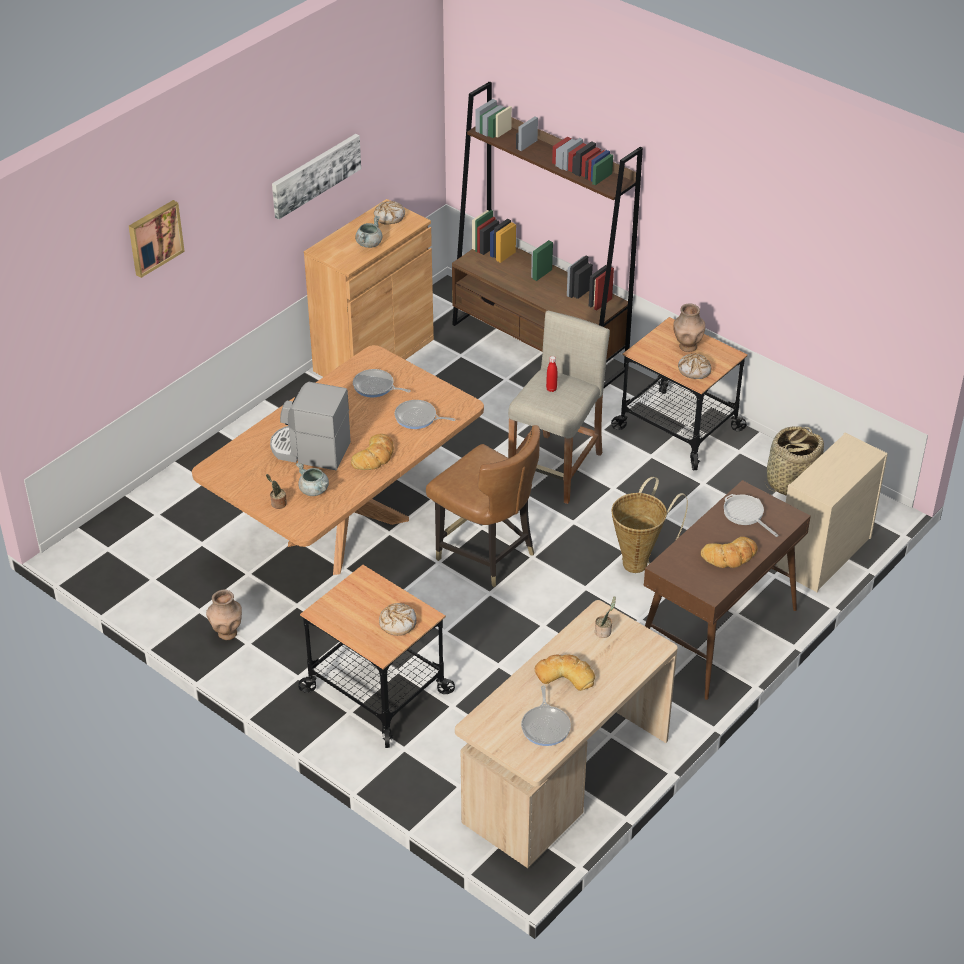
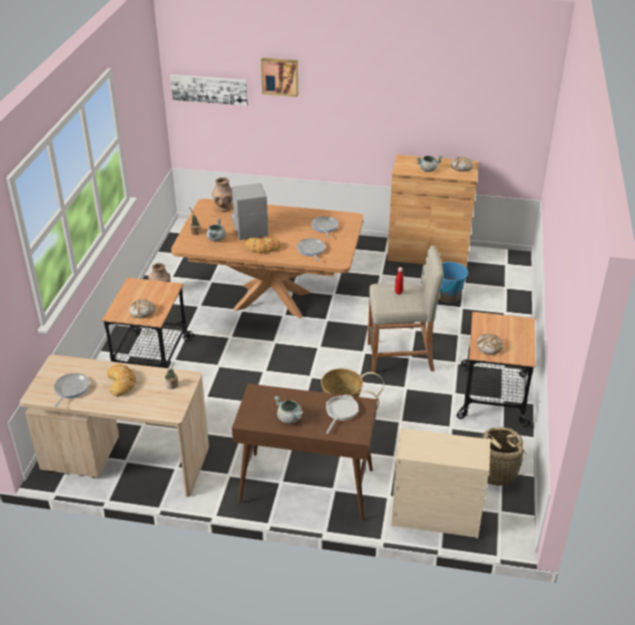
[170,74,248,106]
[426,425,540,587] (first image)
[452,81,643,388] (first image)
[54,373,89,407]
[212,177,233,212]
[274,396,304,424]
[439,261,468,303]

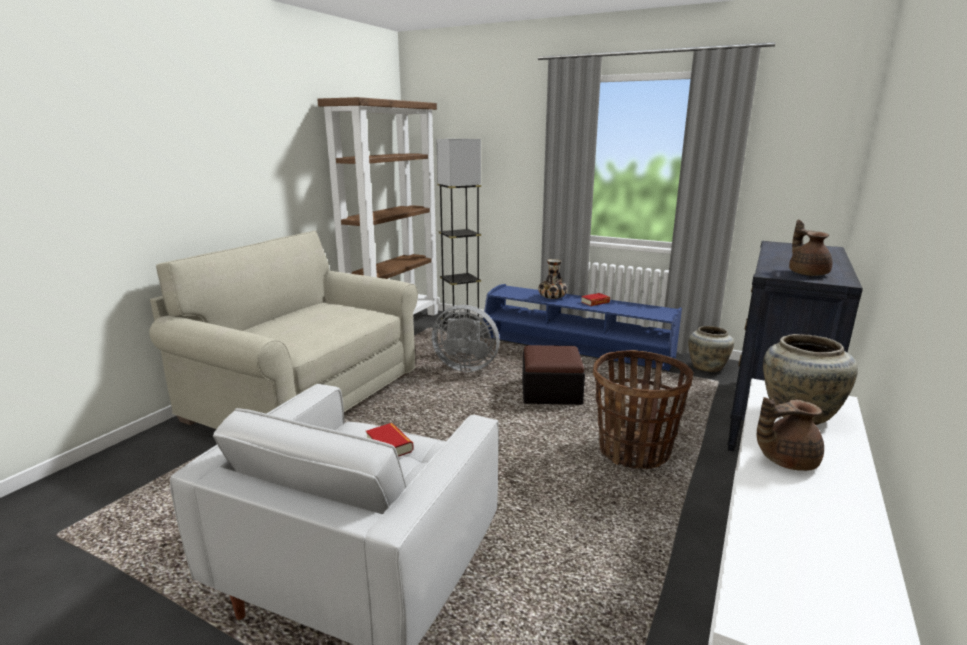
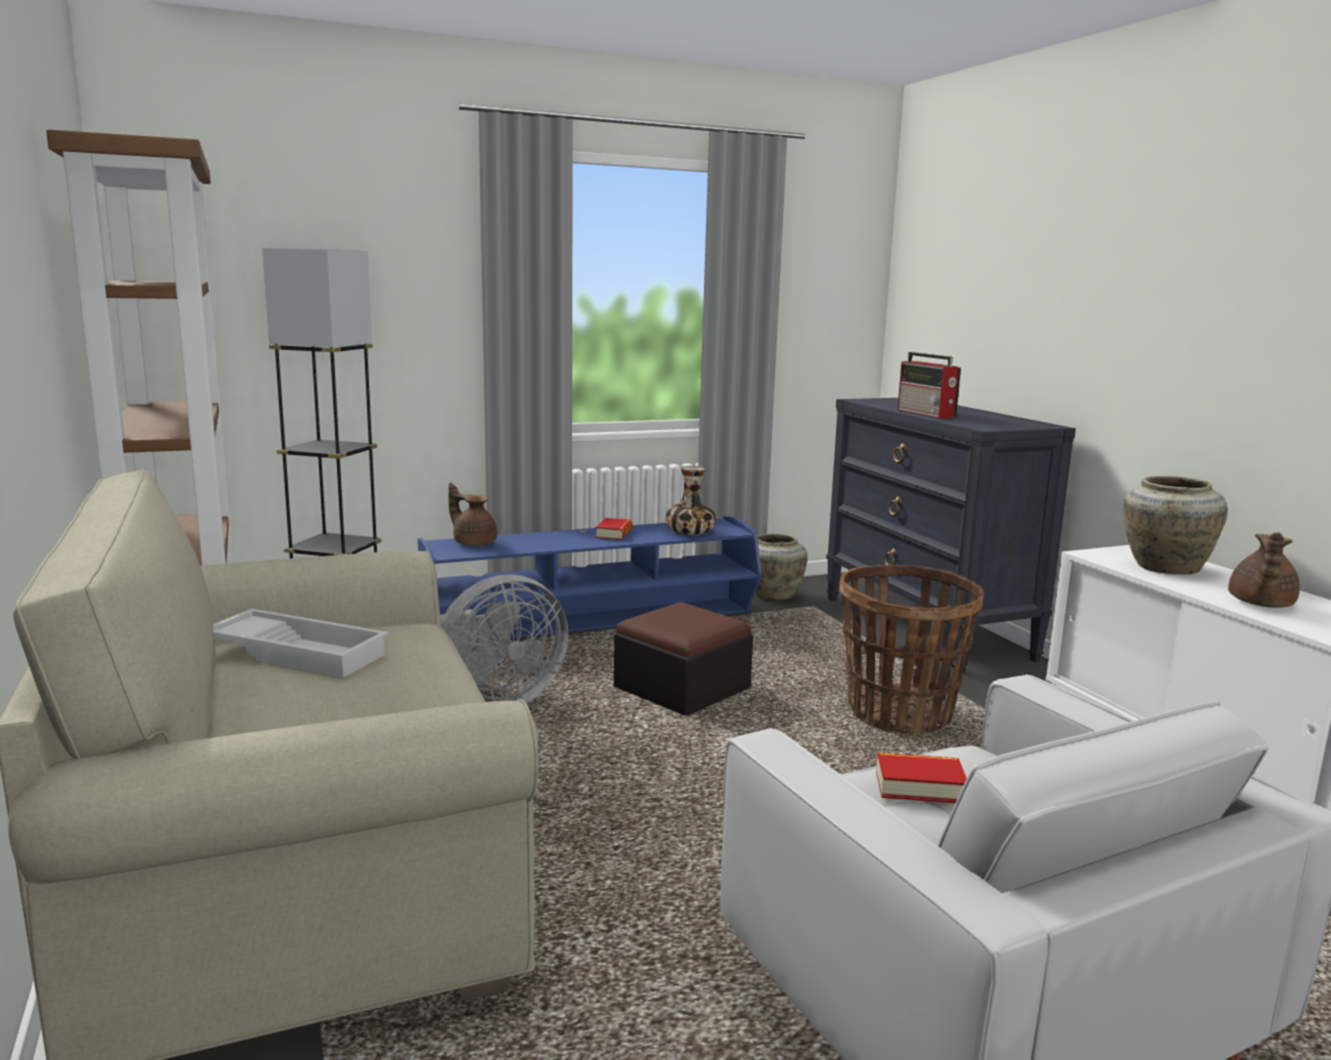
[666,466,716,536]
[449,483,497,546]
[213,609,389,678]
[897,352,961,418]

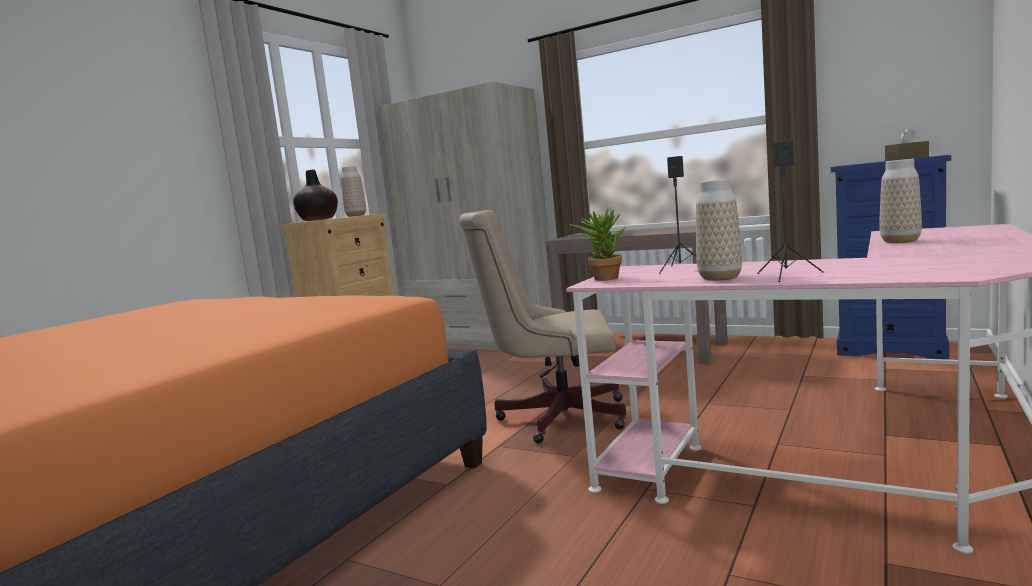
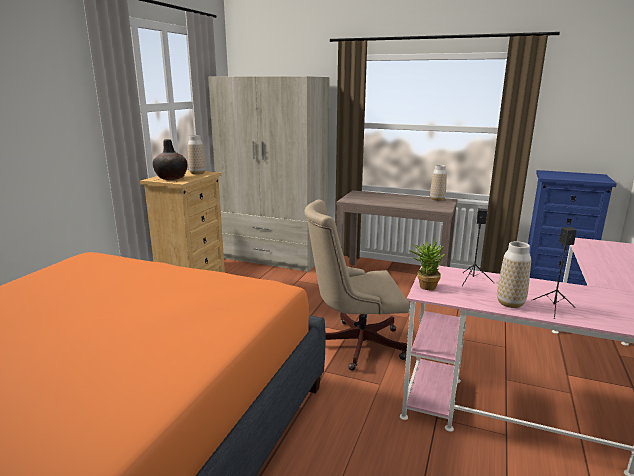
[430,165,447,201]
[885,128,929,161] (first image)

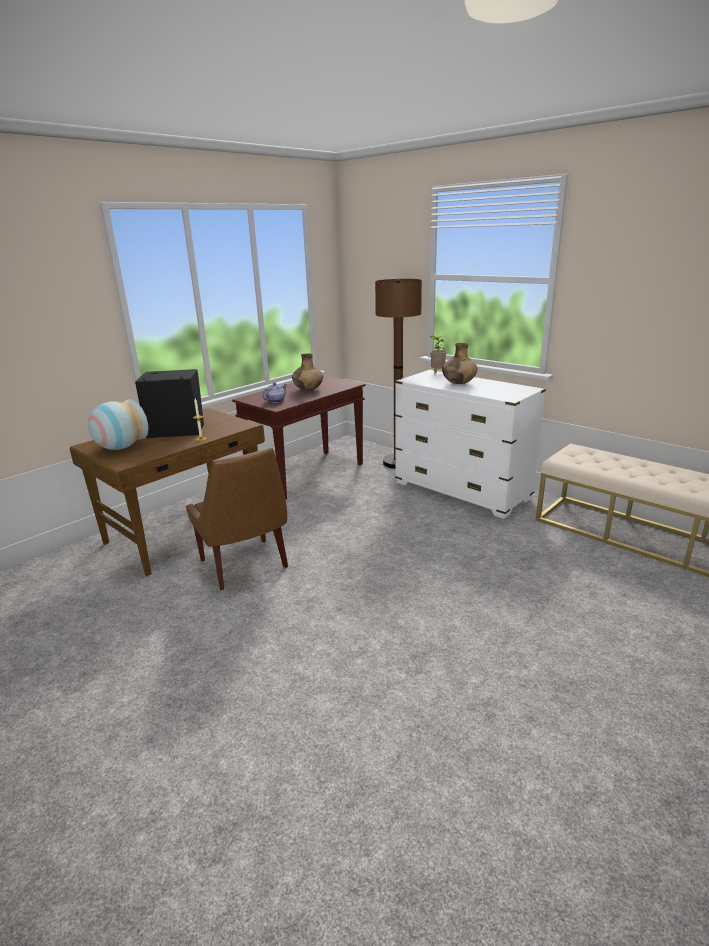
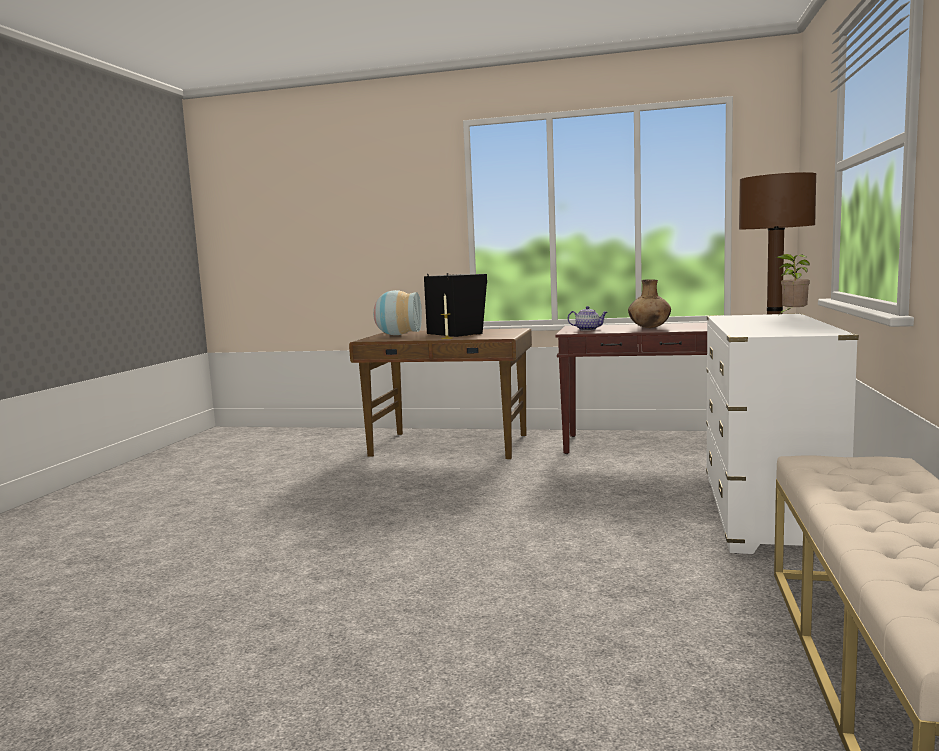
[186,448,288,590] (first image)
[442,343,478,384] (first image)

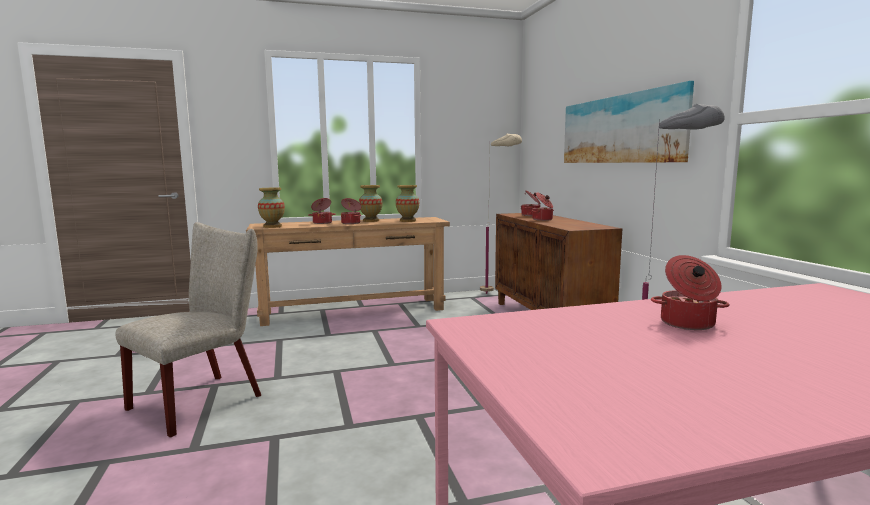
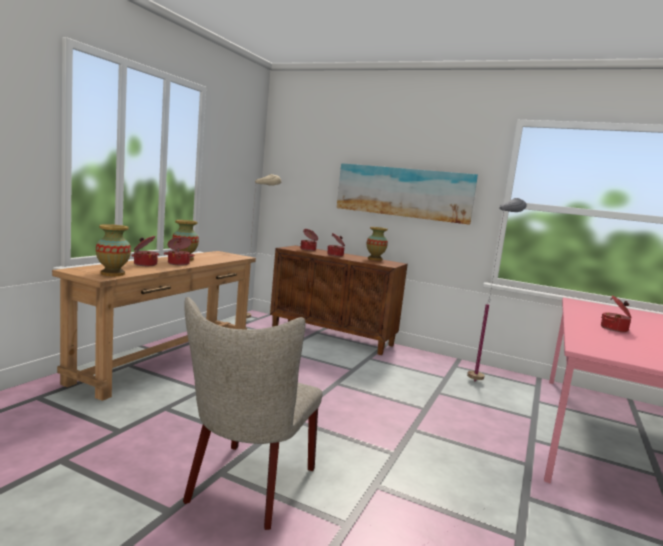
[183,297,322,530]
[366,227,388,261]

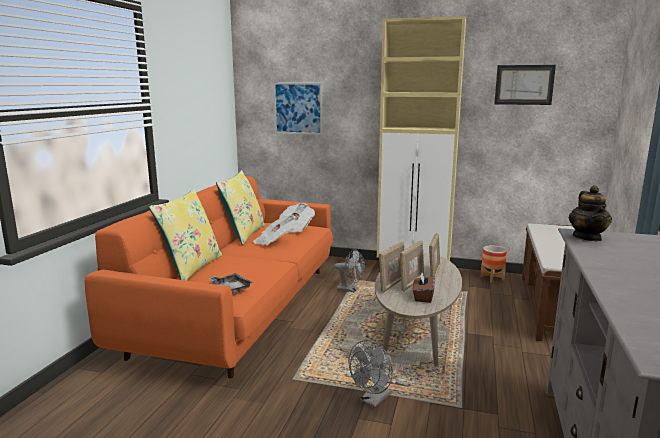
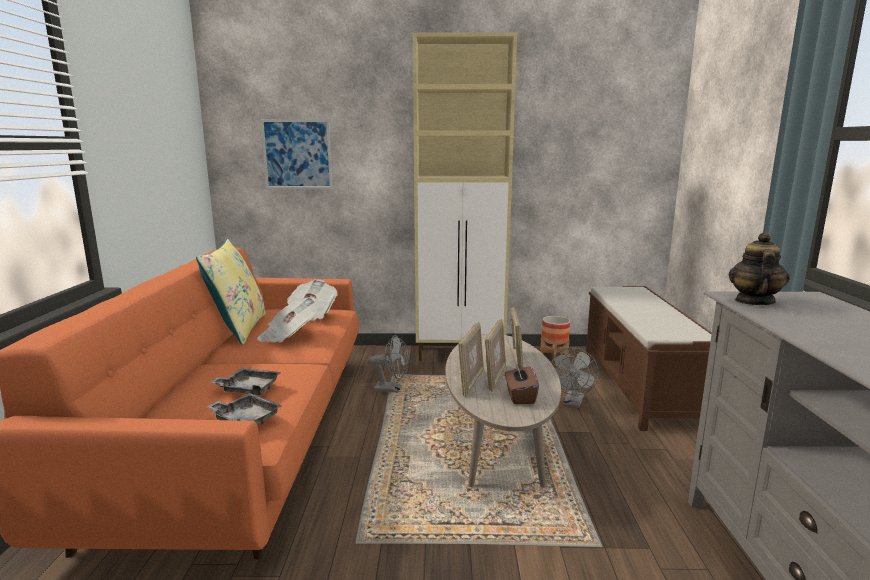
[149,189,222,281] (first image)
[551,348,599,408]
[494,65,556,105] (first image)
[728,232,790,305]
[209,368,281,395]

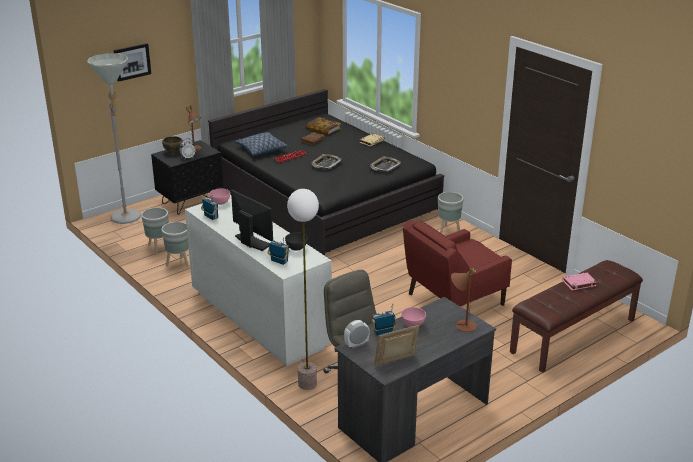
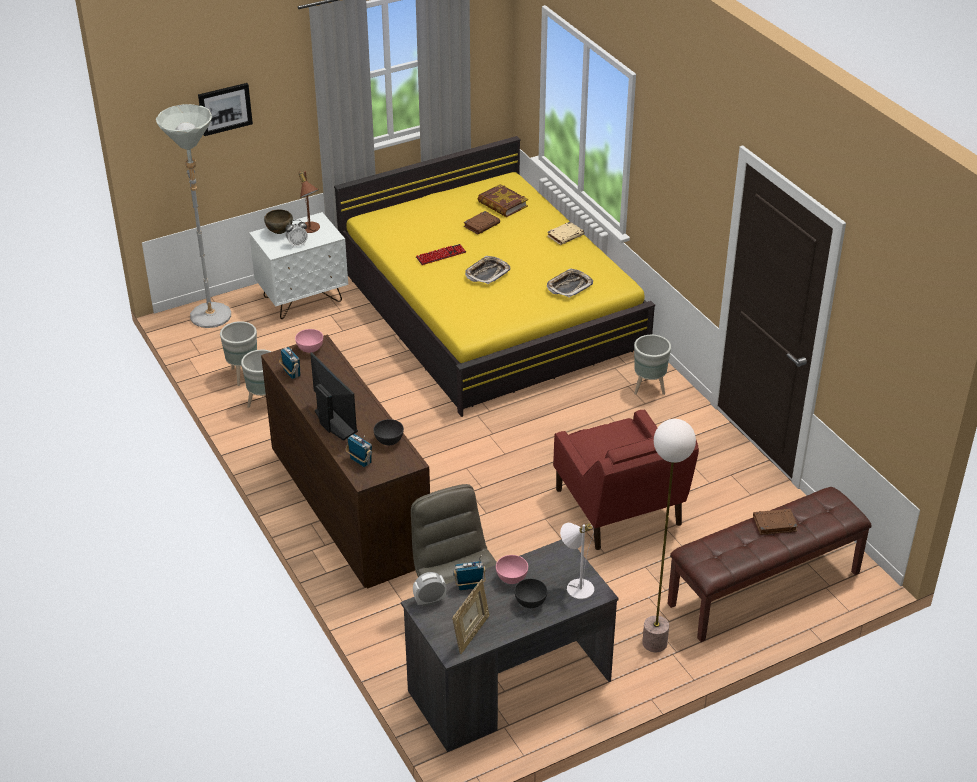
[249,212,348,319]
[261,335,430,589]
[334,136,655,417]
[235,132,287,155] (first image)
[642,419,696,652]
[452,579,489,654]
[553,409,699,550]
[560,523,594,599]
[753,509,798,535]
[514,578,548,608]

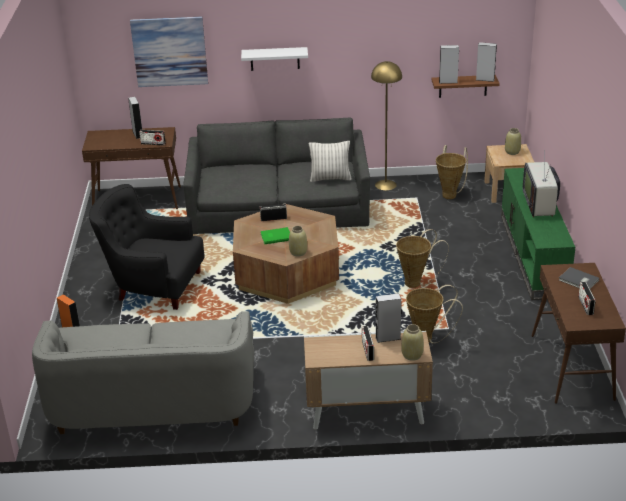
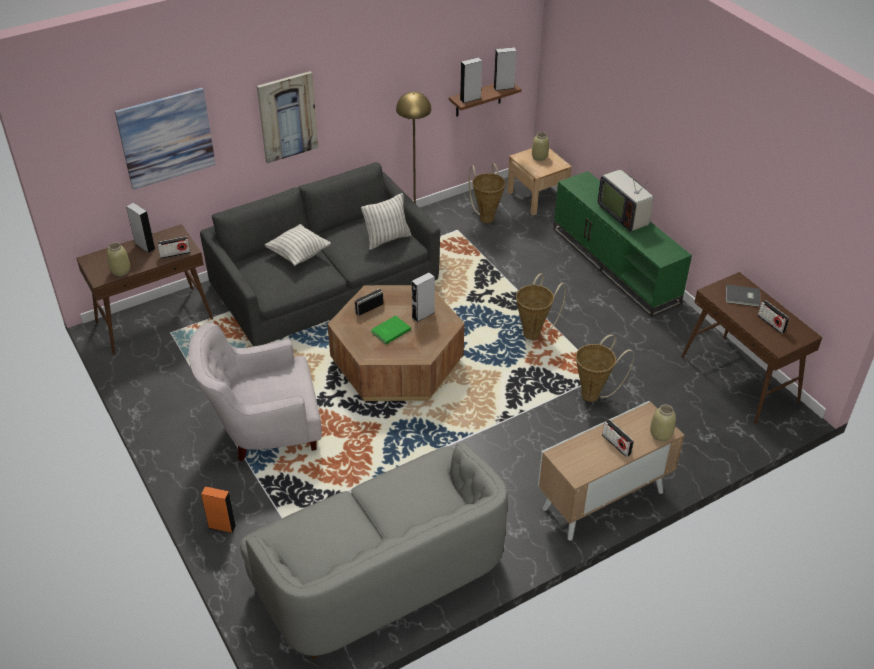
[189,323,322,461]
[257,71,318,163]
[107,242,130,276]
[411,272,435,322]
[264,224,331,266]

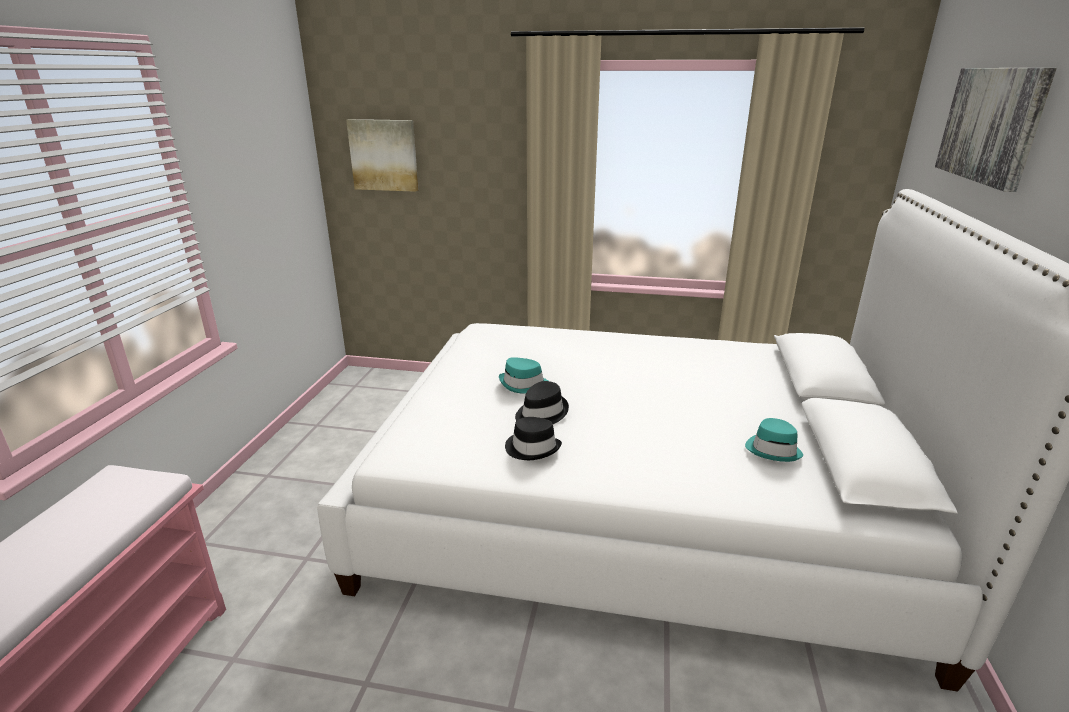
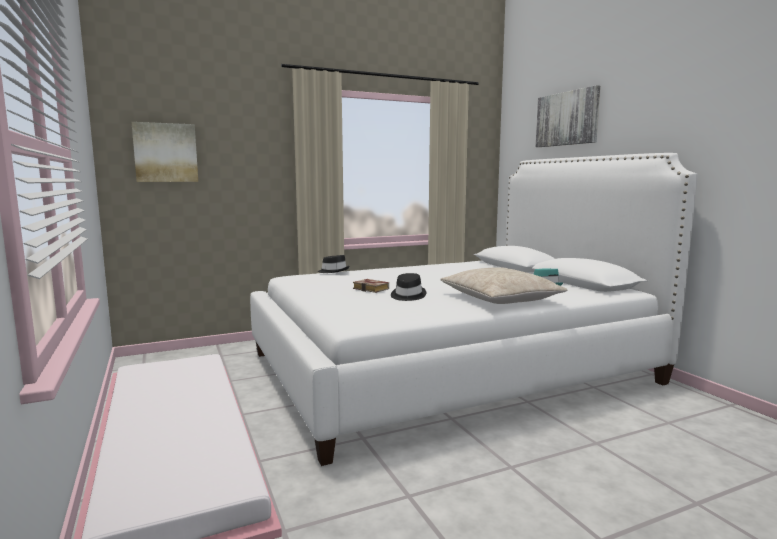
[353,279,389,293]
[318,255,349,273]
[440,267,568,304]

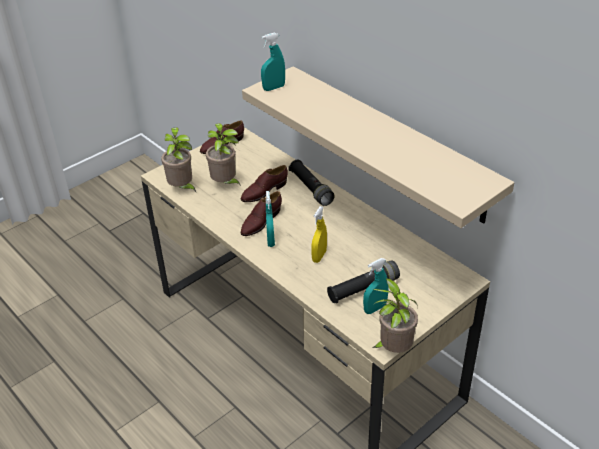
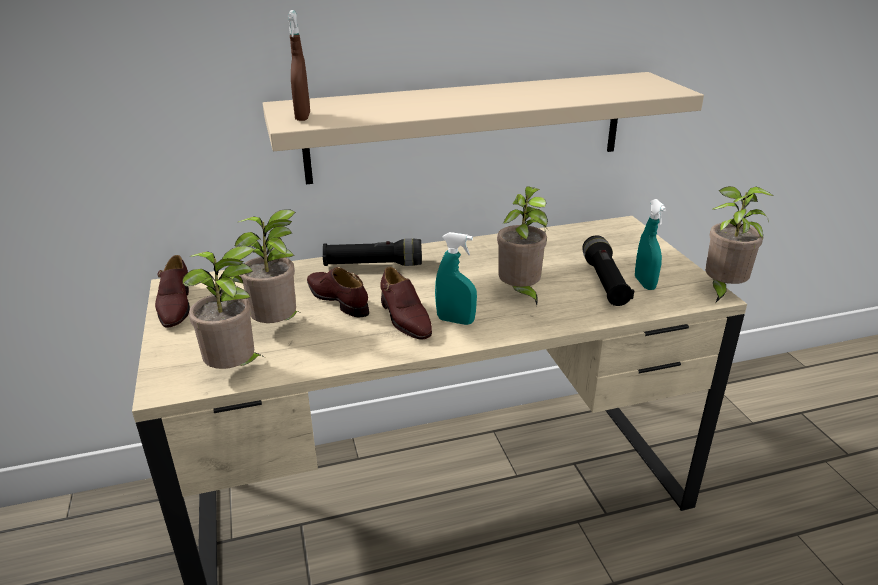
[307,267,369,317]
[288,10,310,121]
[497,186,548,305]

